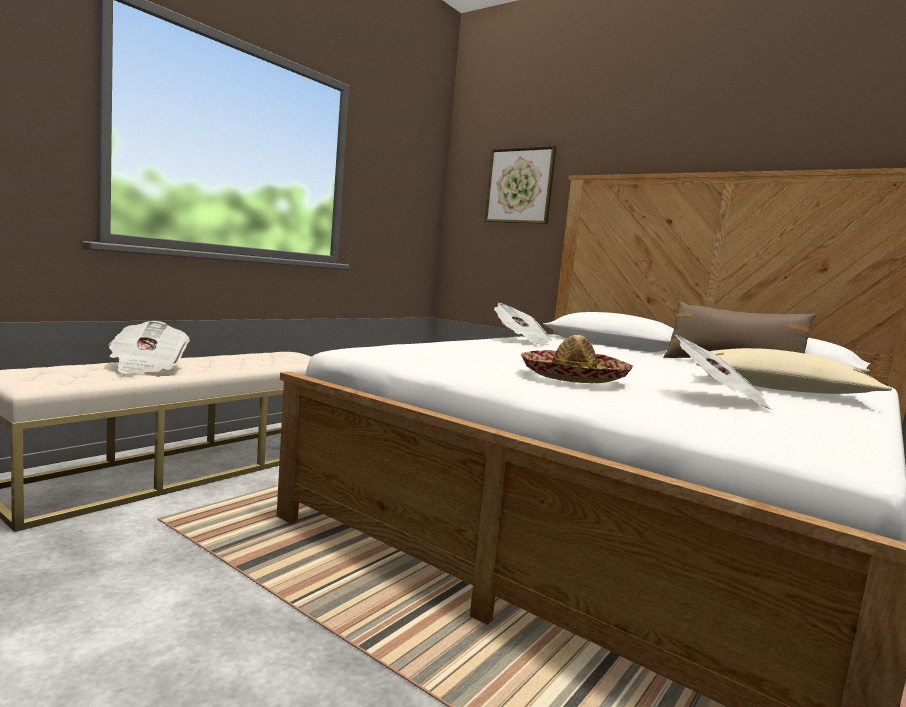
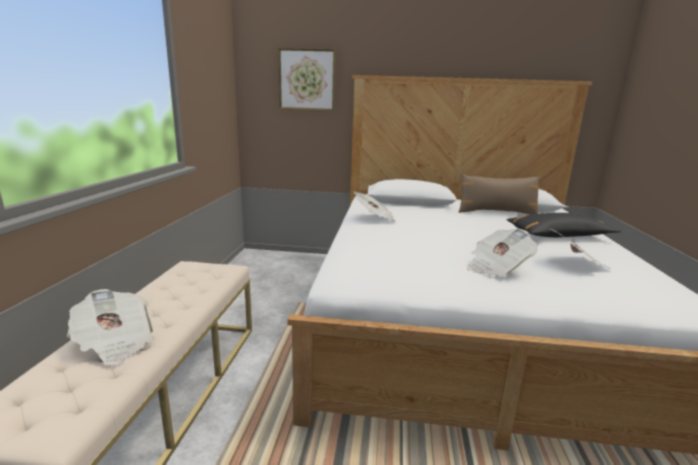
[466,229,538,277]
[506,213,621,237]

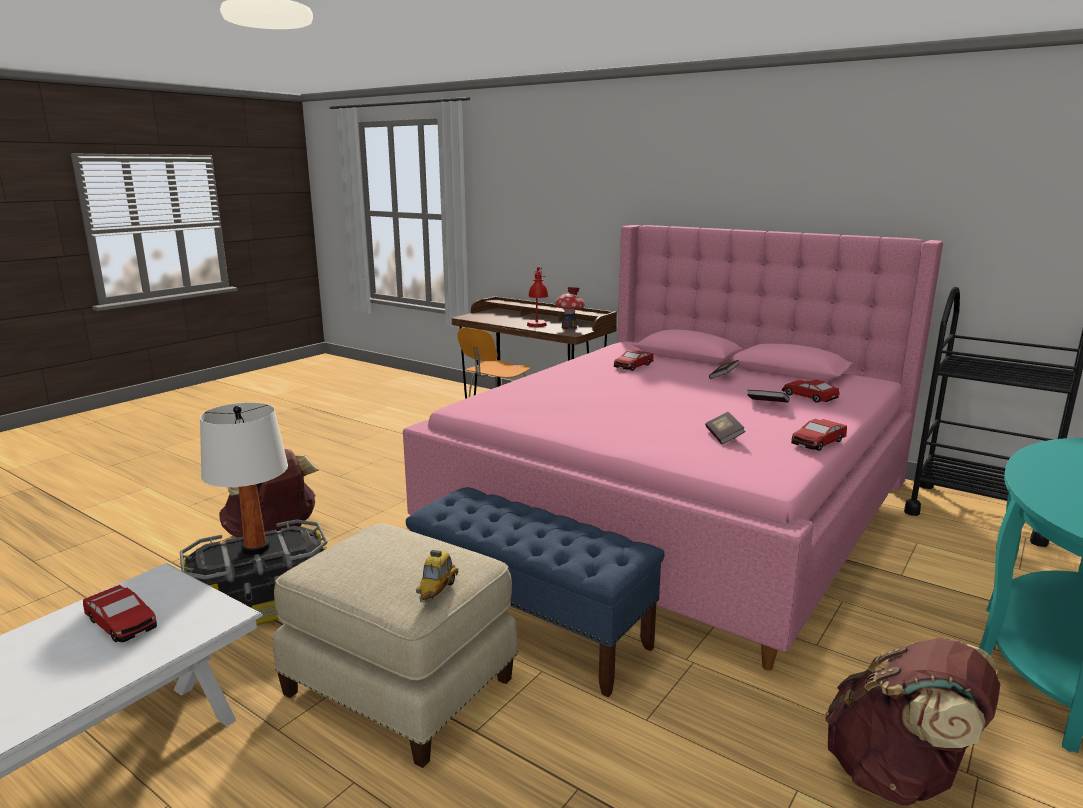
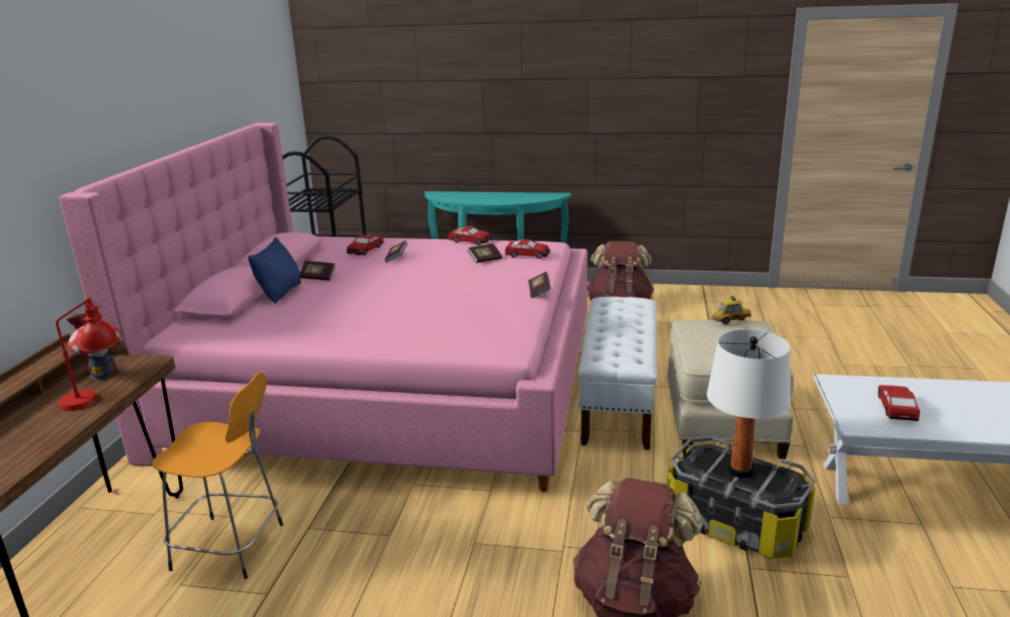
[578,297,657,450]
[505,239,550,259]
[248,237,301,304]
[528,271,551,298]

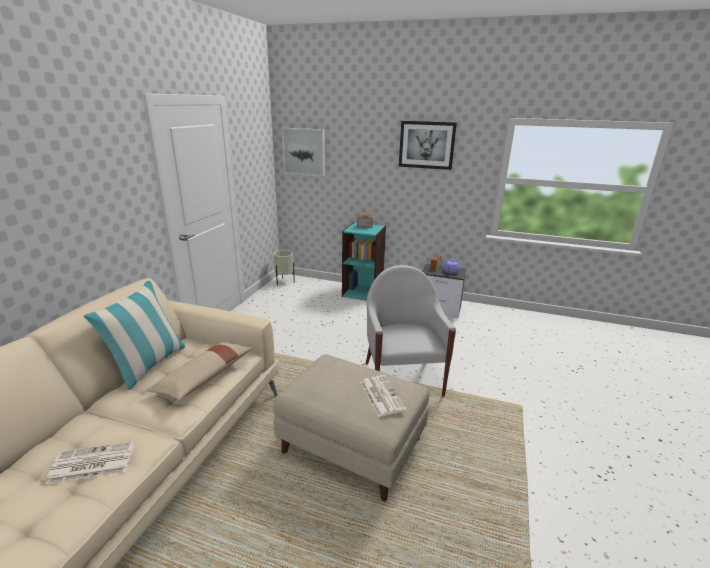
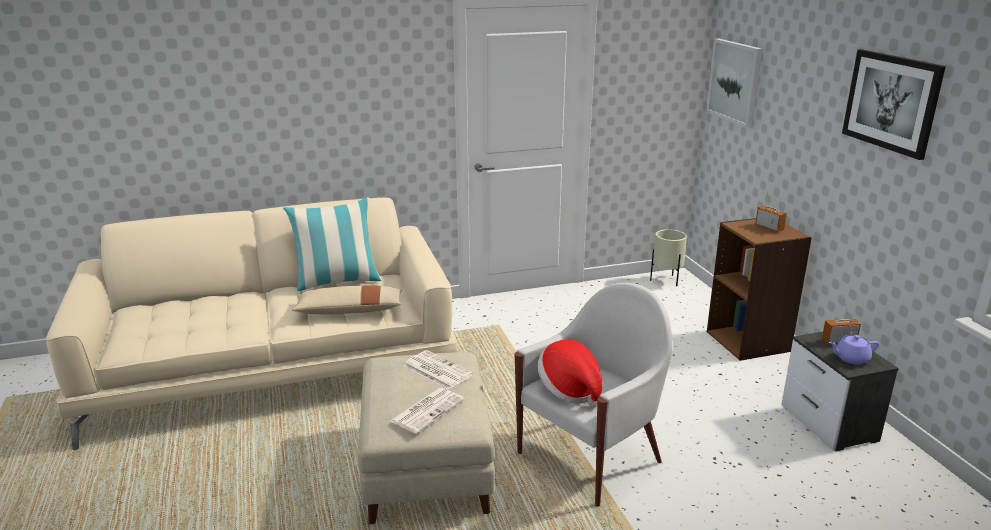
[403,350,473,390]
[707,218,812,361]
[537,340,603,407]

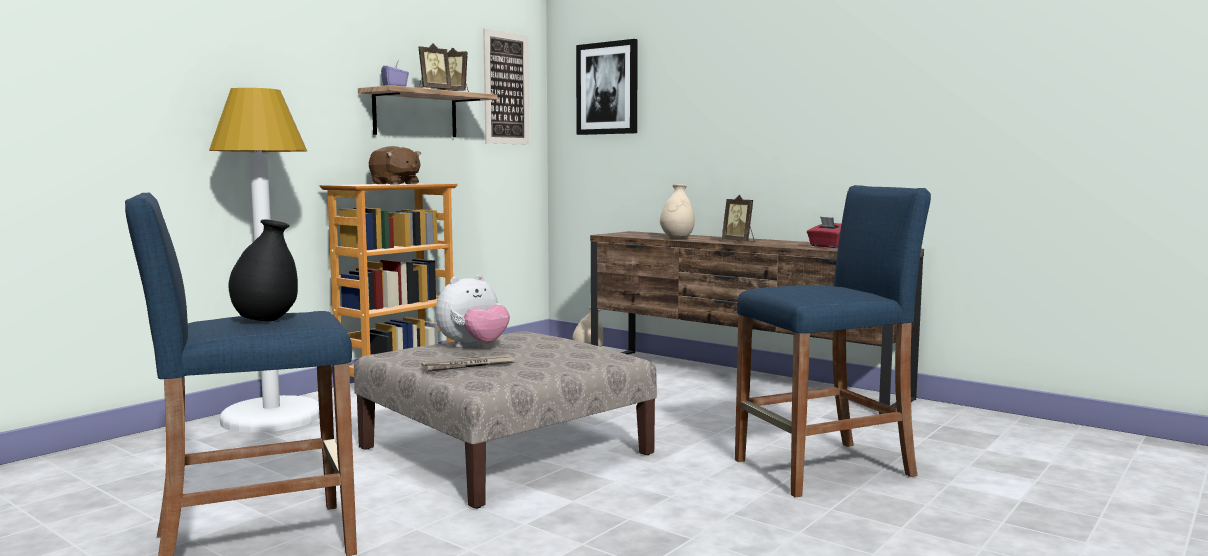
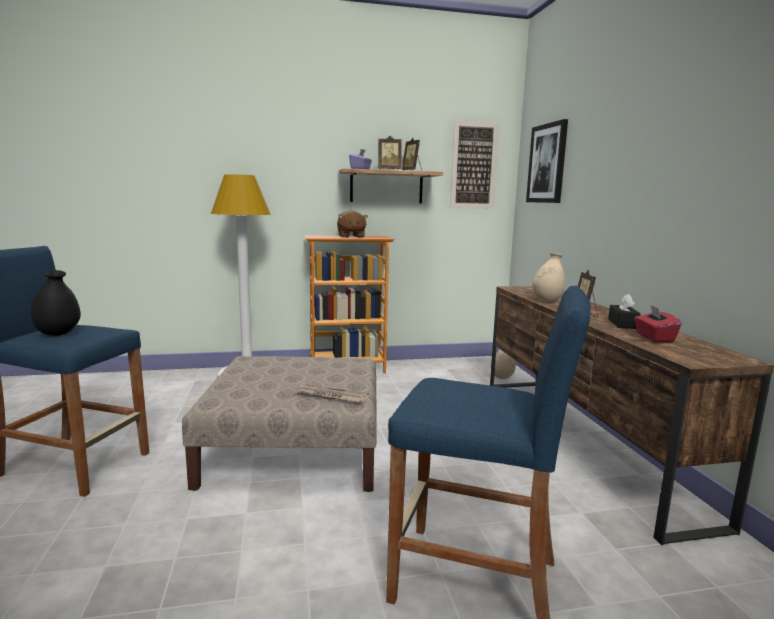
[295,385,369,403]
[435,274,510,348] (first image)
[608,294,641,329]

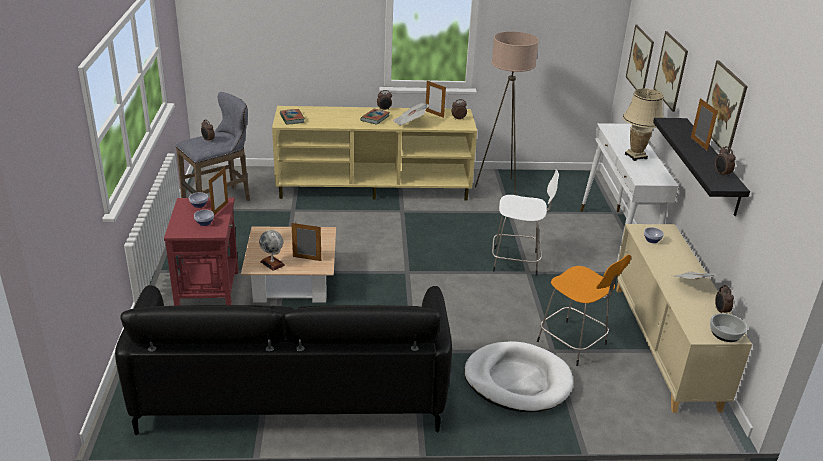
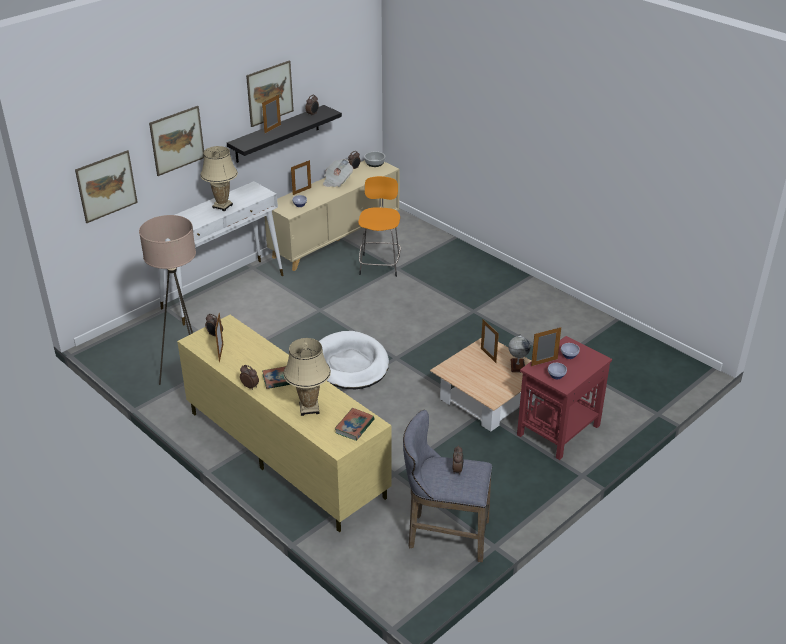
[115,285,452,435] (first image)
[393,103,429,126] (first image)
[319,331,389,389]
[492,169,559,276] (first image)
[283,338,331,416]
[291,160,311,195]

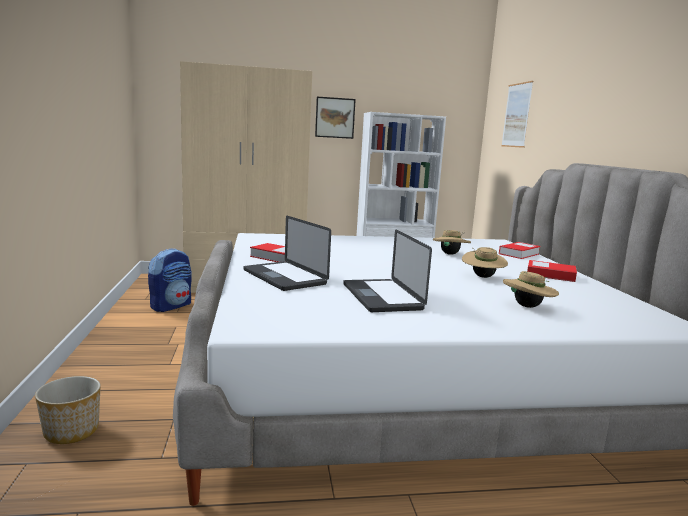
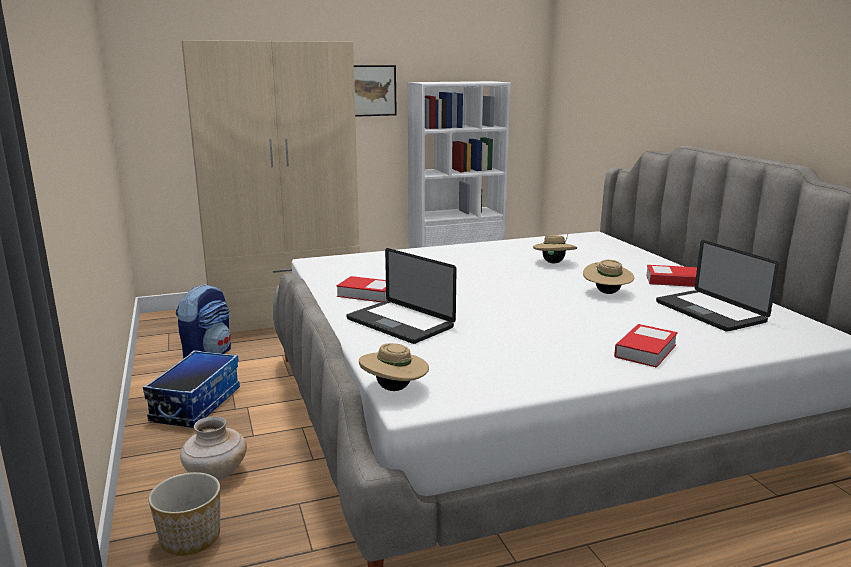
[656,240,779,332]
[614,324,678,368]
[501,81,533,148] (first image)
[359,343,429,391]
[143,350,240,428]
[180,416,247,481]

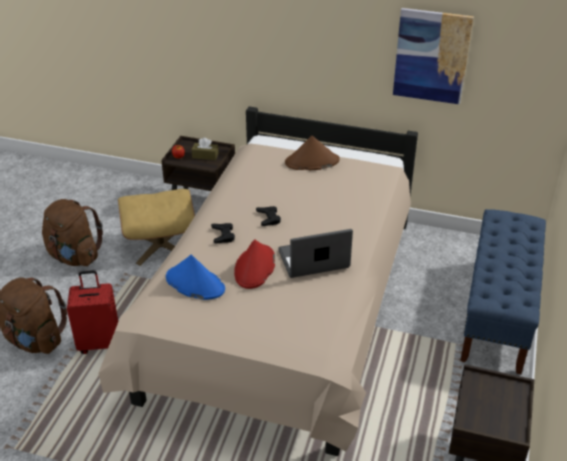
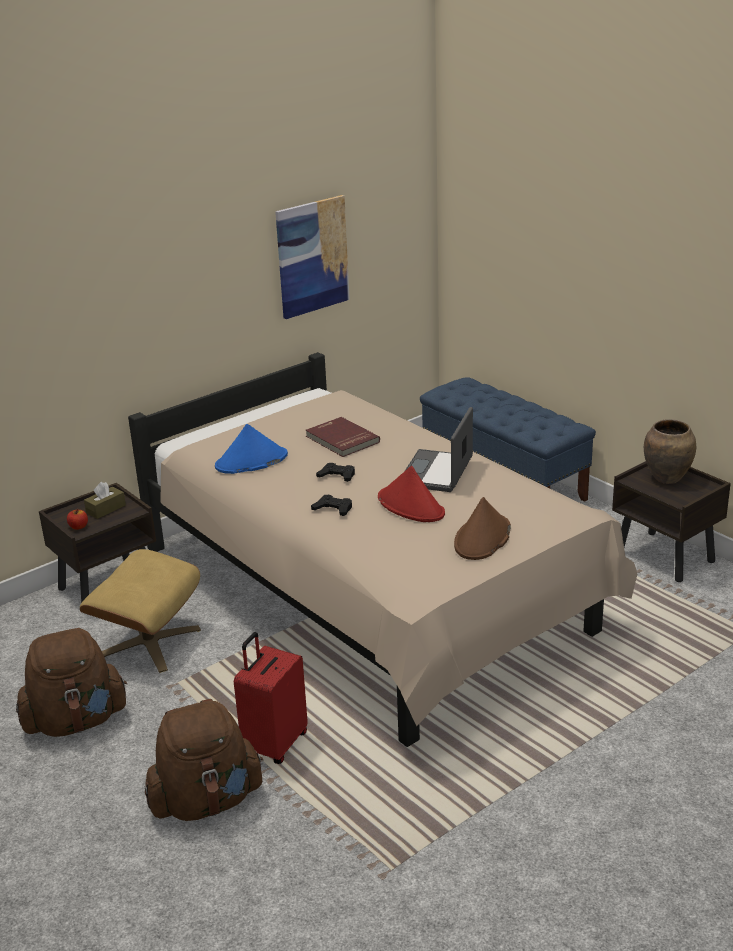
[215,424,288,474]
[454,497,511,560]
[306,417,380,457]
[644,419,696,484]

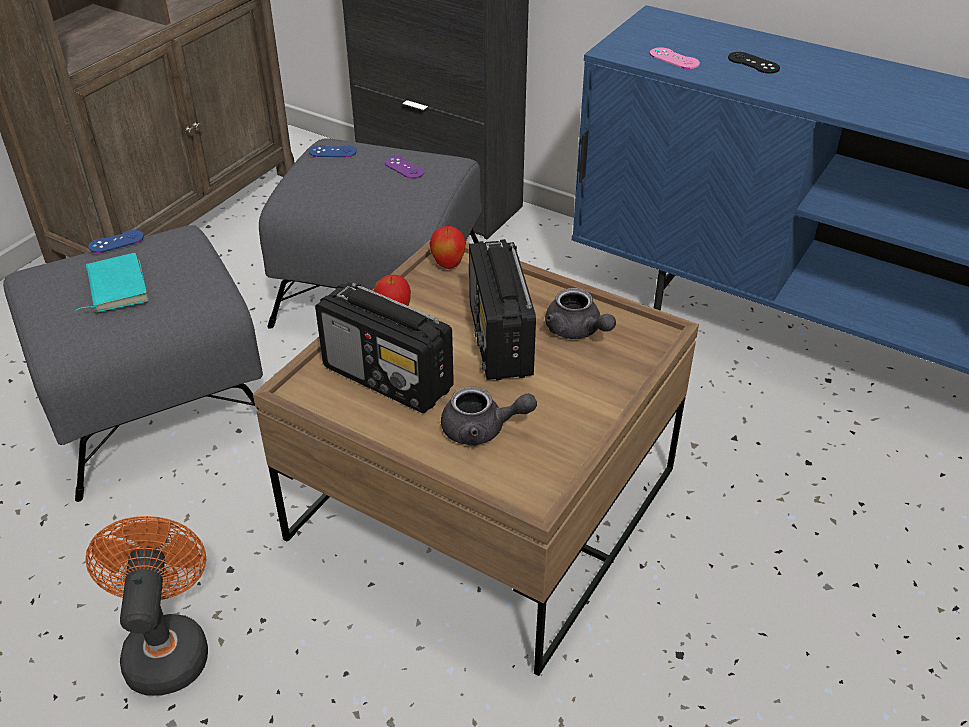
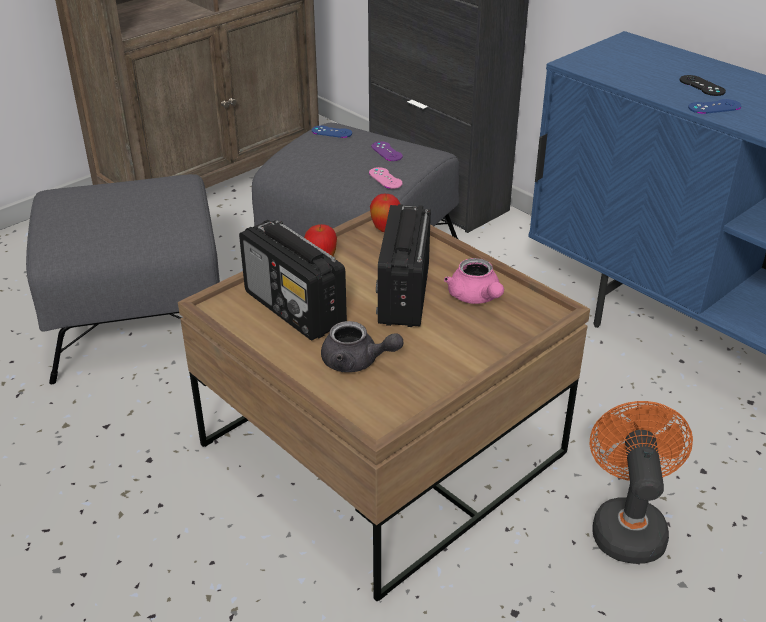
[76,253,148,313] (first image)
[590,401,693,564]
[688,99,741,114]
[444,258,504,304]
[369,167,403,189]

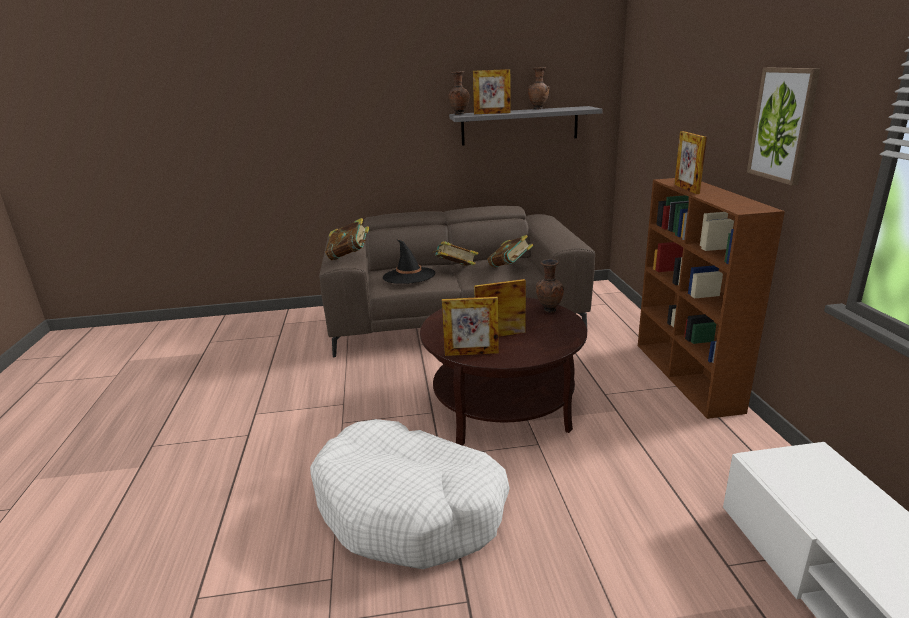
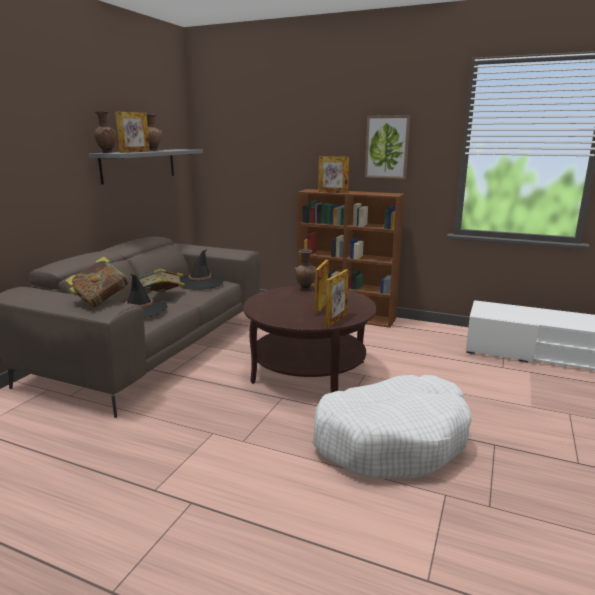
[180,249,224,290]

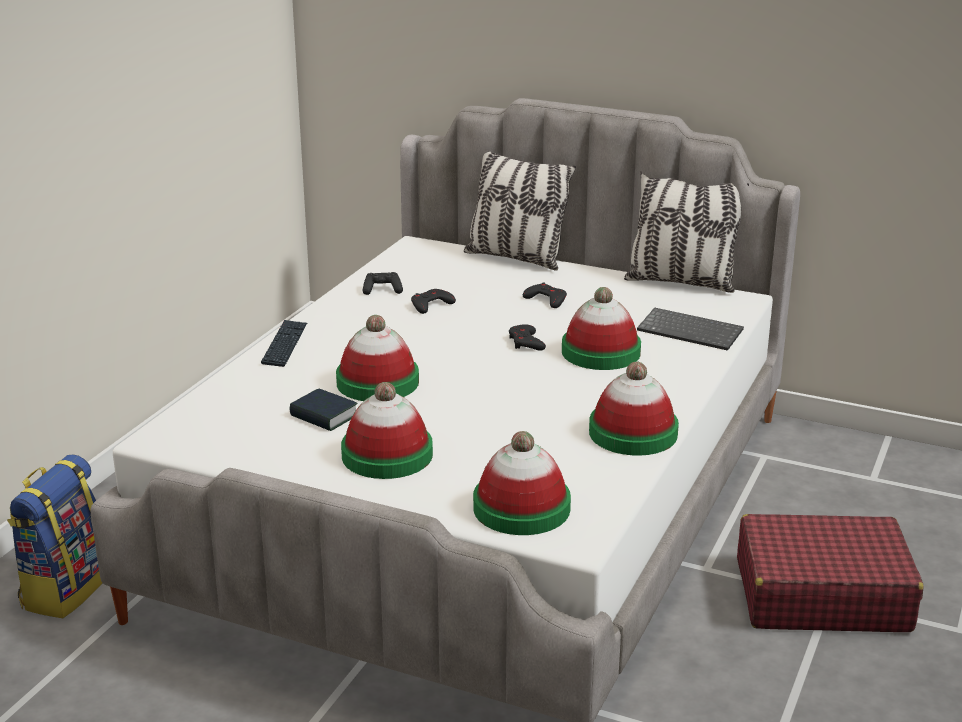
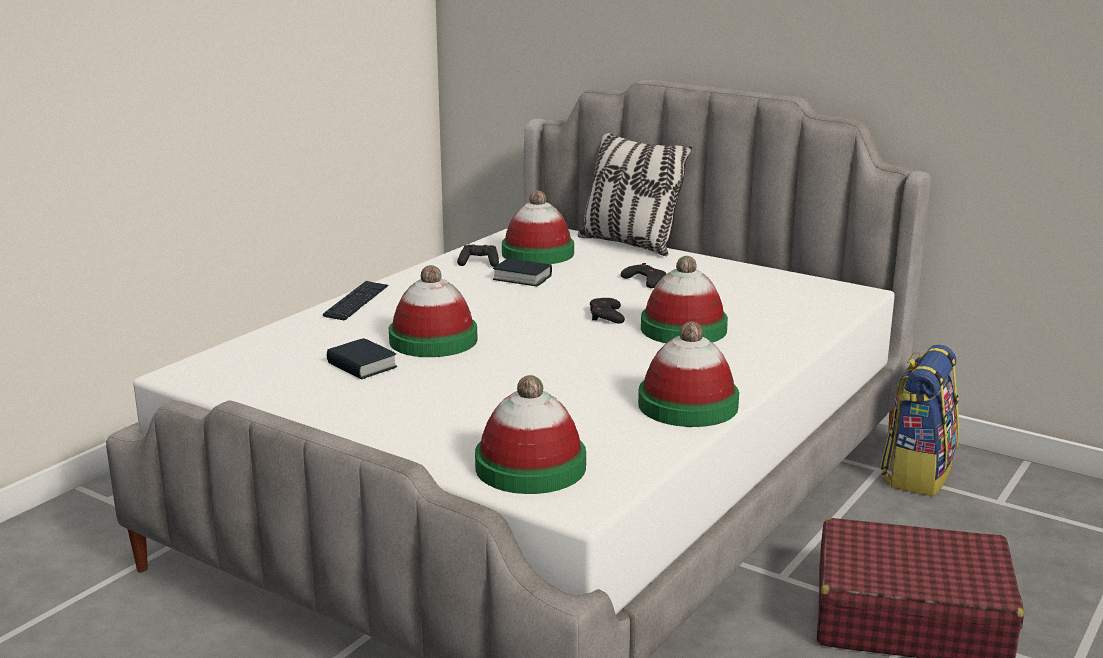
[880,345,959,496]
[502,191,574,264]
[493,258,552,286]
[624,172,749,293] (first image)
[637,307,744,351] (first image)

